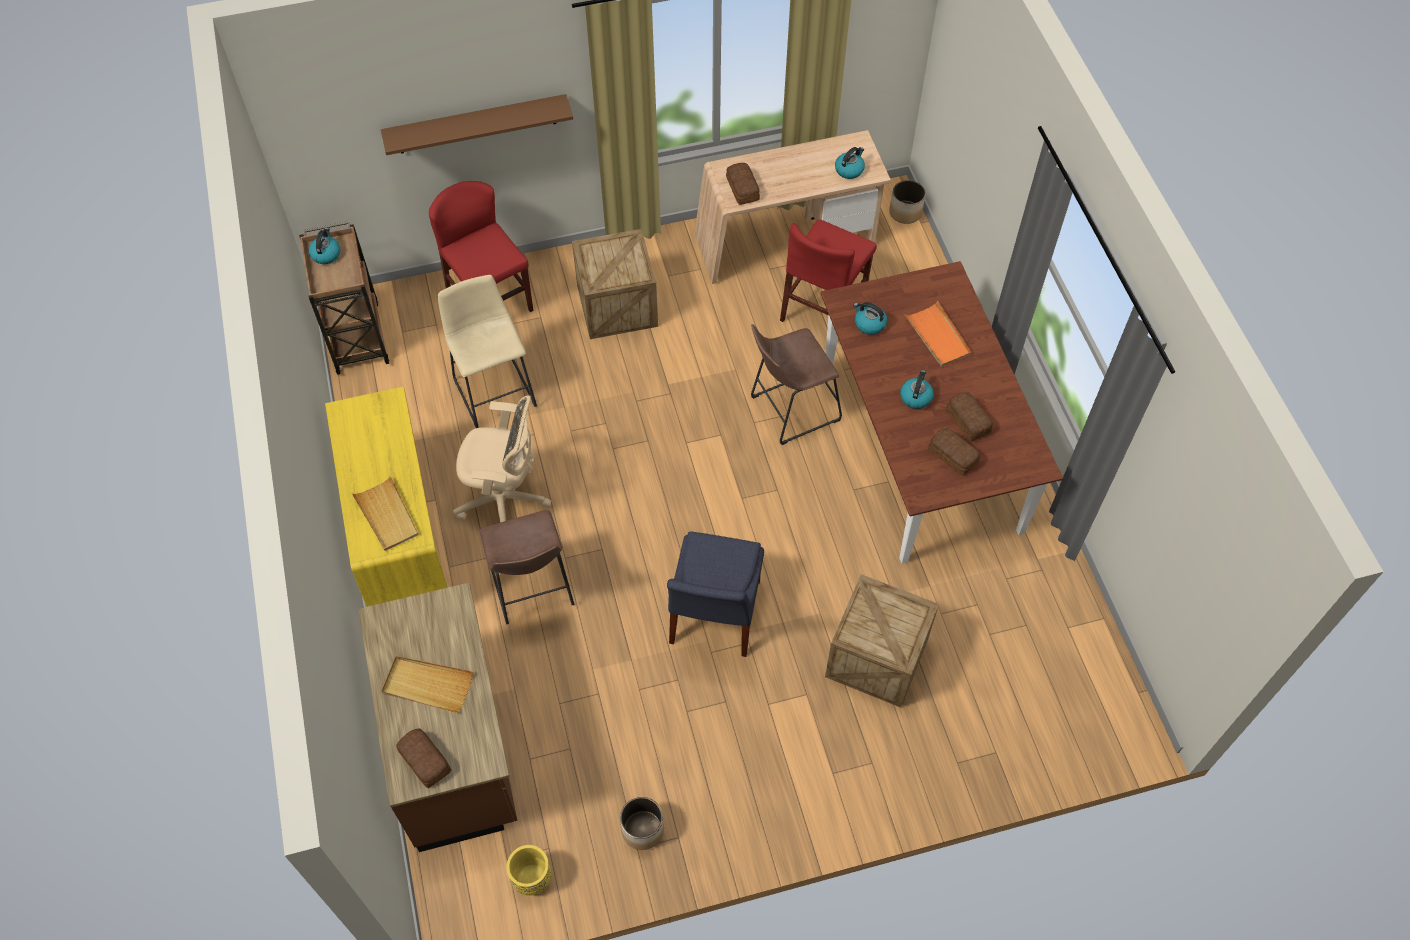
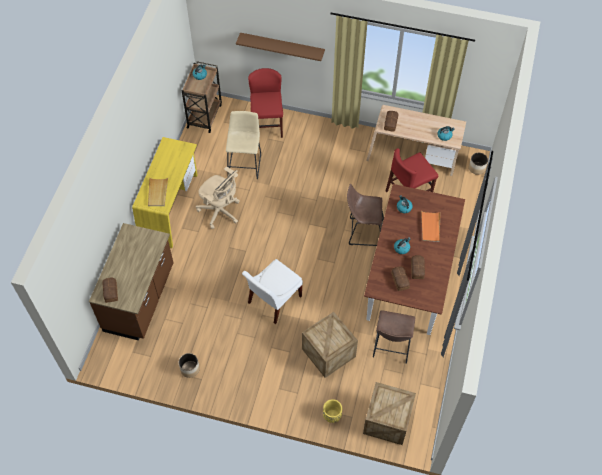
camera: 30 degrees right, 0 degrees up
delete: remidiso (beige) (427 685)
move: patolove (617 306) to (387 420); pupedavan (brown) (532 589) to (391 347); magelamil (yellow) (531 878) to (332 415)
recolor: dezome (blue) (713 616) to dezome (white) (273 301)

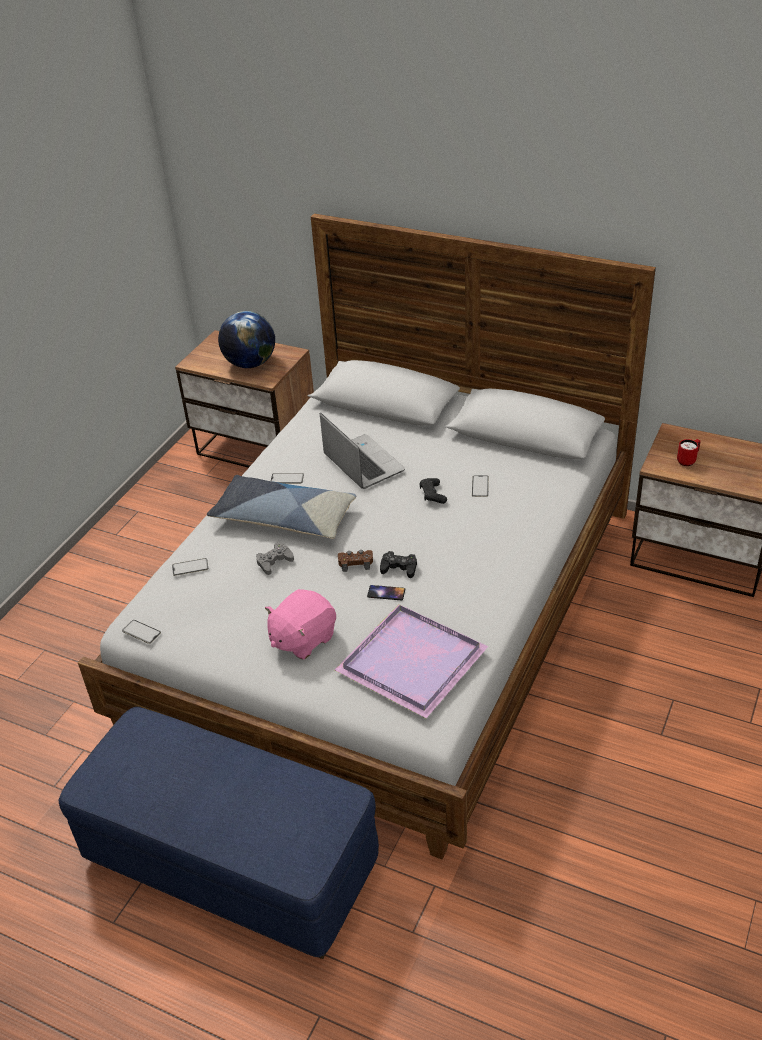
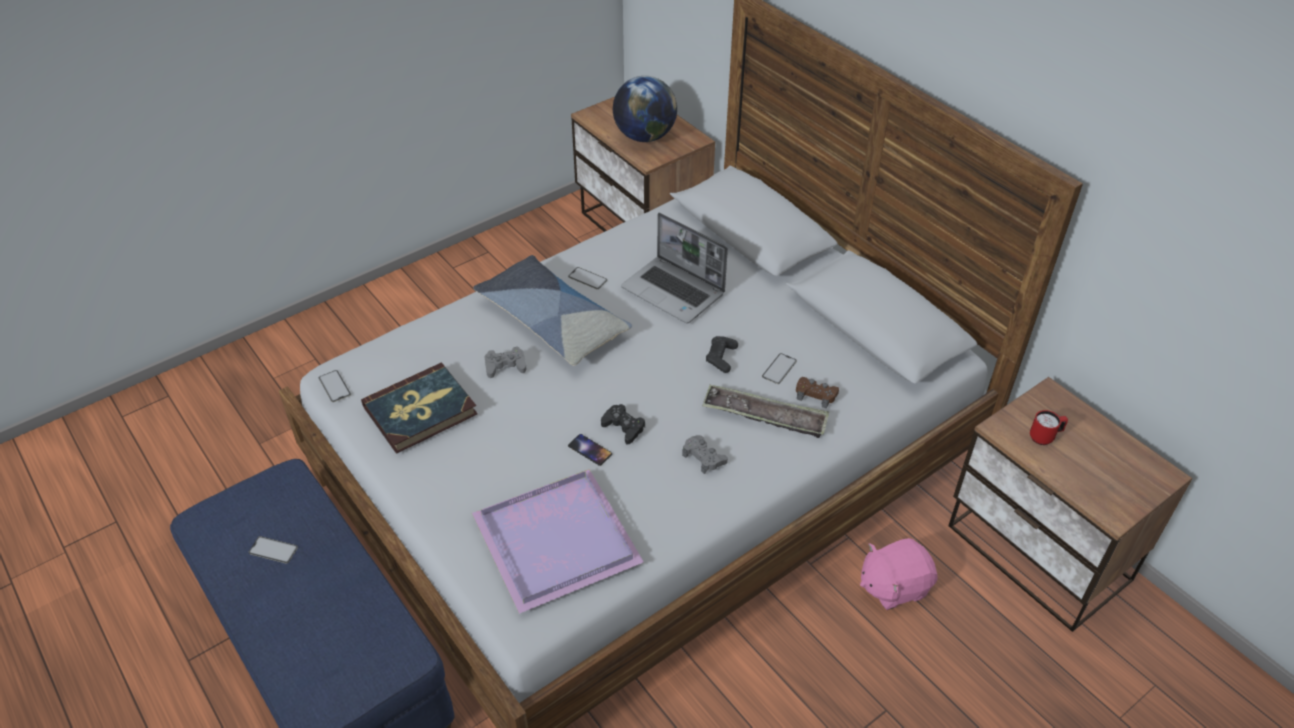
camera: 25 degrees right, 5 degrees up
insert: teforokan (420 411); remidiso (764 416); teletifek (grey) (704 457)
move: teletifek (brown) (355 563) to (815 395); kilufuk (190 567) to (273 550); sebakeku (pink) (302 639) to (893 586)
rotate: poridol (362 463) = (674 291) 135 degrees clockwise

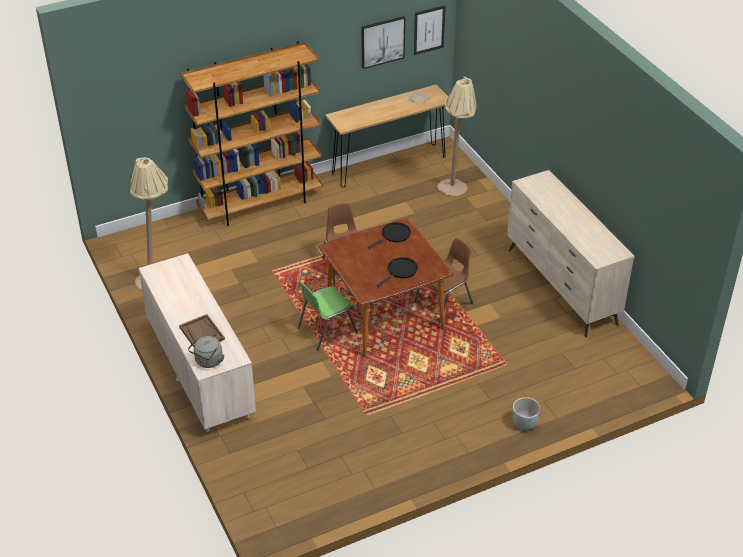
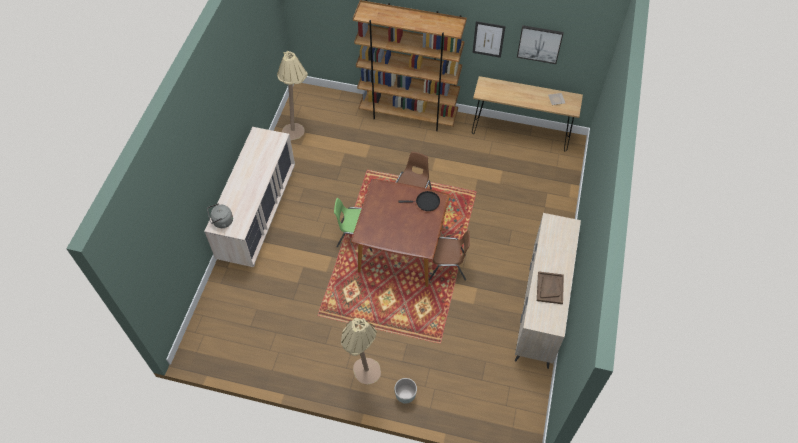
camera: 40 degrees right, 15 degrees up
delete: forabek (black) (401 271)
move: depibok (429 30) to (488 39); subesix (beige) (454 192) to (364 377); remidiso (brown) (201 333) to (549 288)

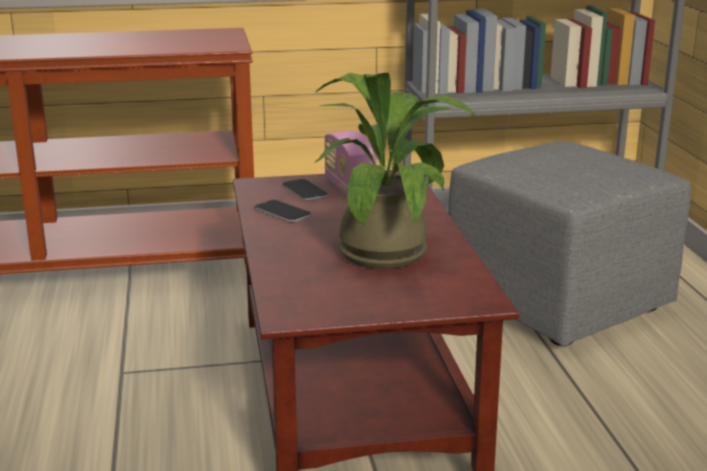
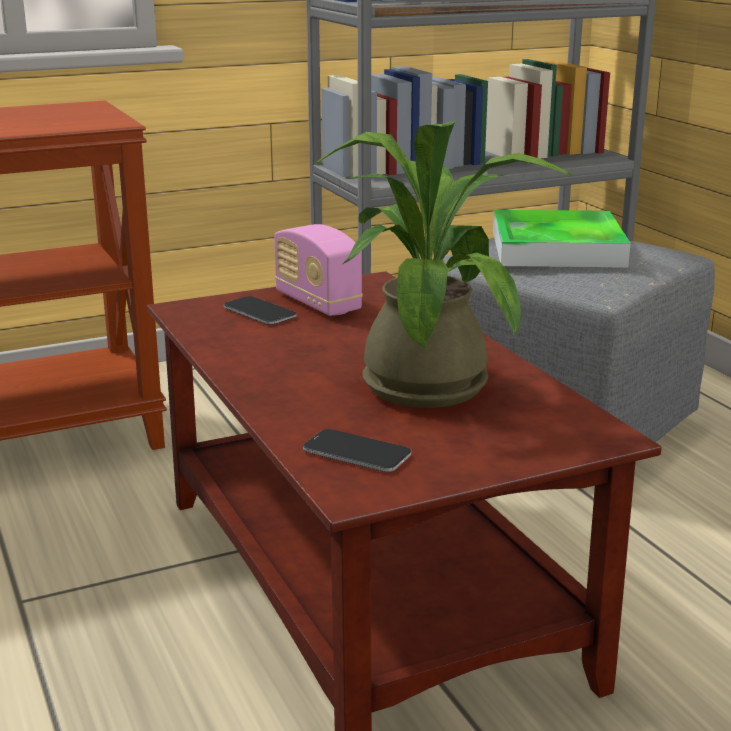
camera: 15 degrees left, 0 degrees up
insert: remidiso (557 248)
move: kilufuk (282 212) to (356 453)

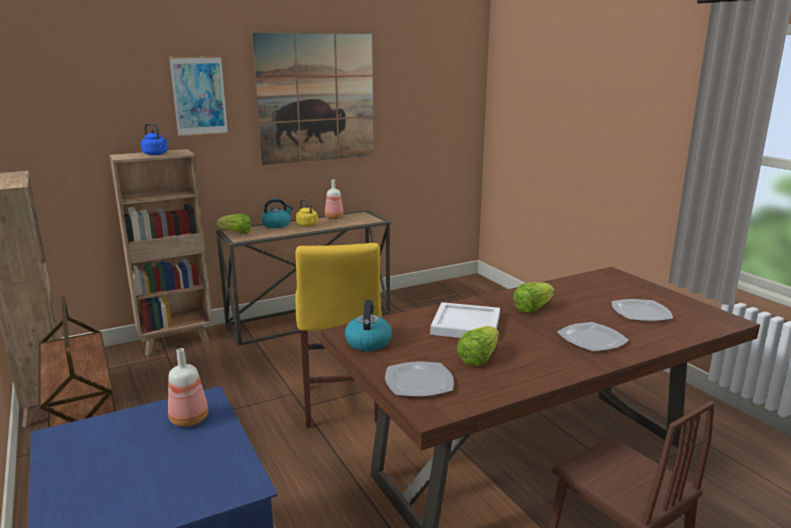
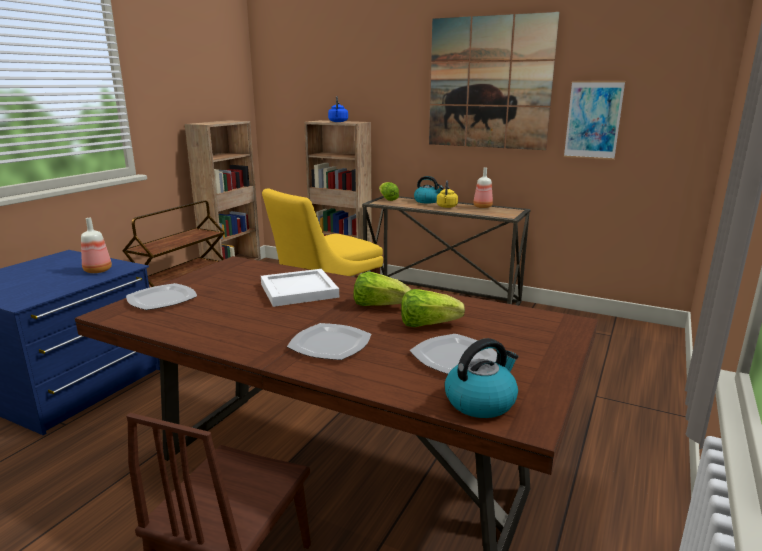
camera: 55 degrees right, 0 degrees up
move: depibok (199 96) to (593 120); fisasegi (368 342) to (480 401); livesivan (478 358) to (427 325)

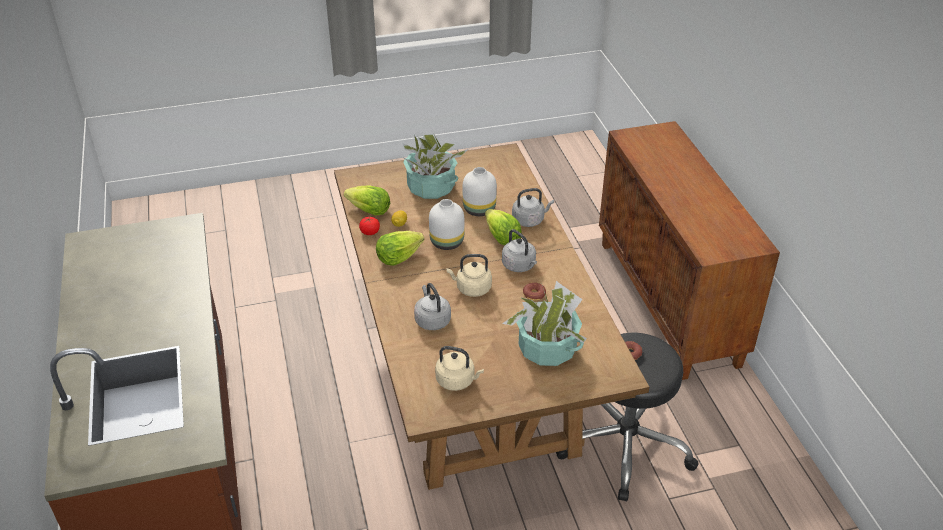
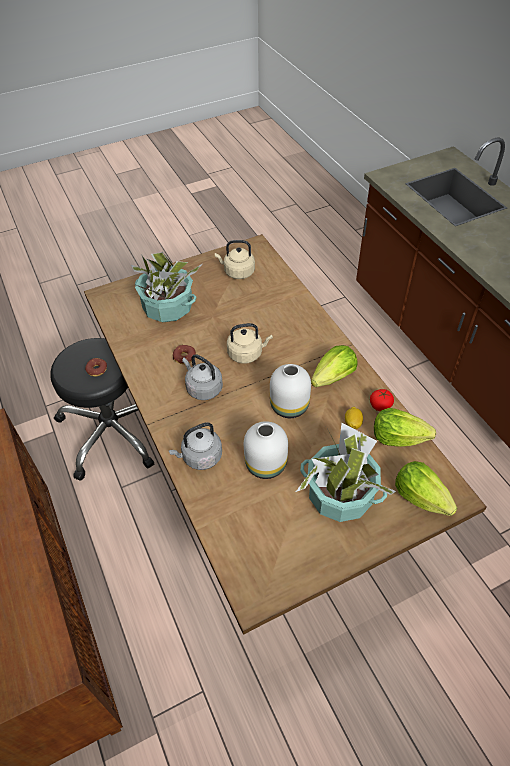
camera: 170 degrees right, 10 degrees up
delete: fisasegi (grey) (432 320)
move: livesivan (502 238) to (420 497)

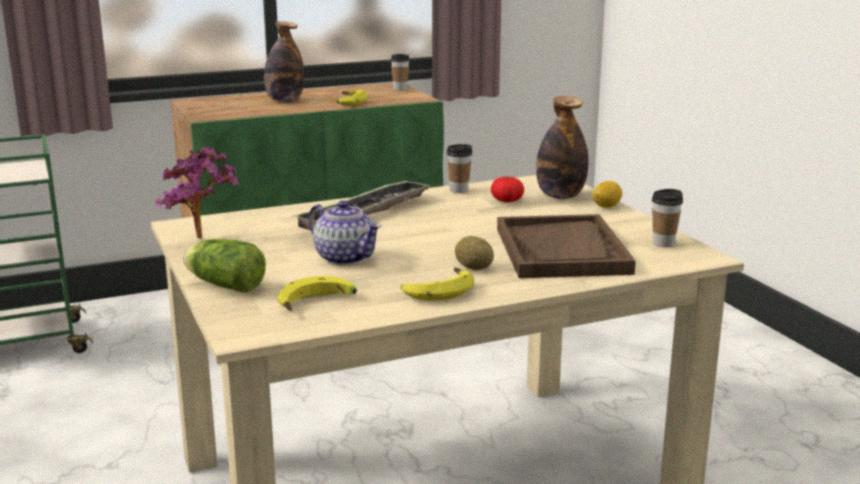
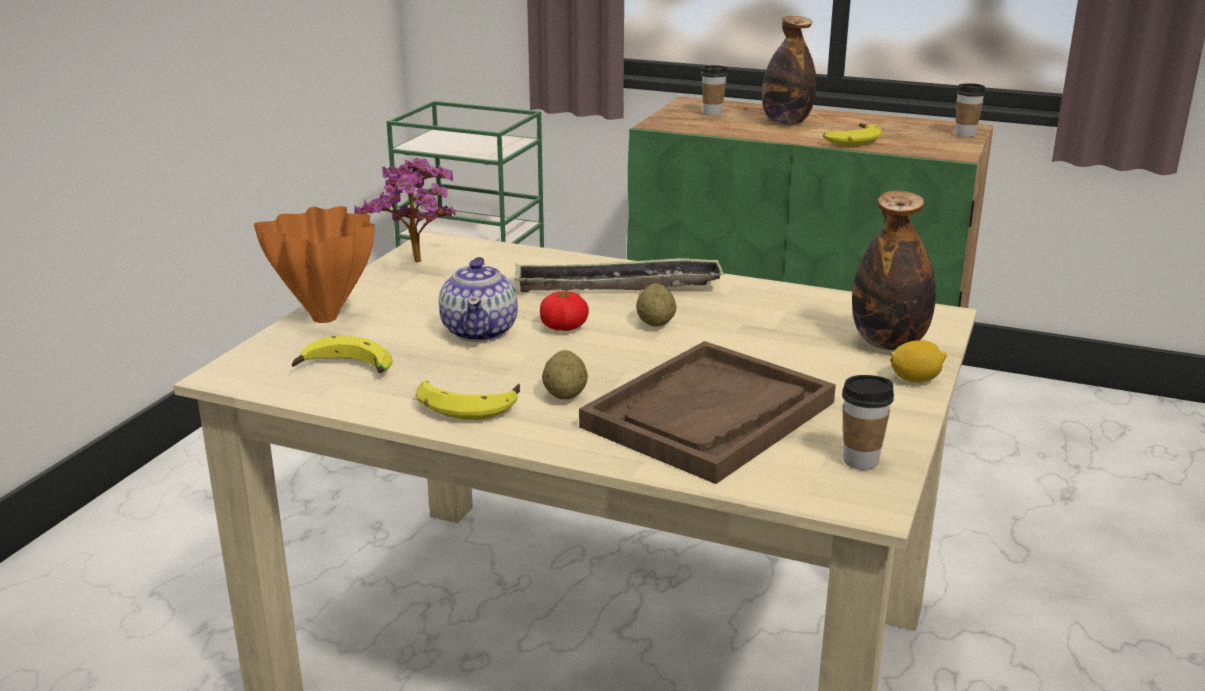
camera: 45 degrees right, 5 degrees up
insert: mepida (655 323)
move: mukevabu (459 190) to (712 113); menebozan (507 201) to (564 327)
replace: livesivan (223 285) to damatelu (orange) (327 318)

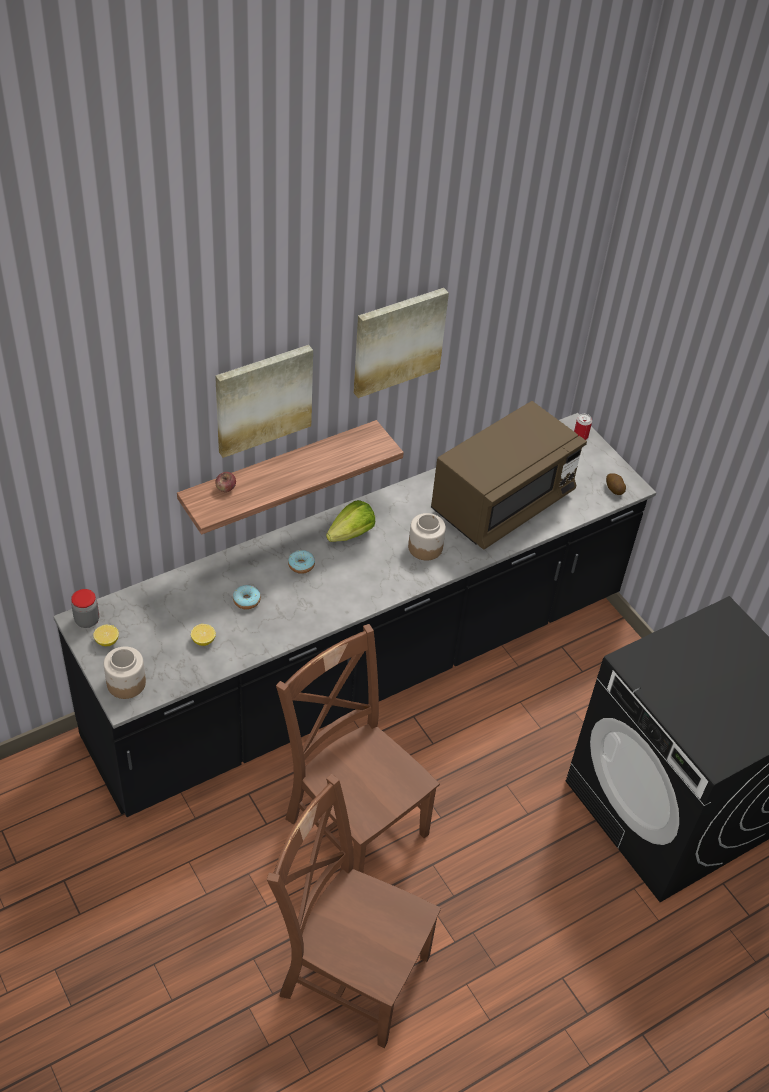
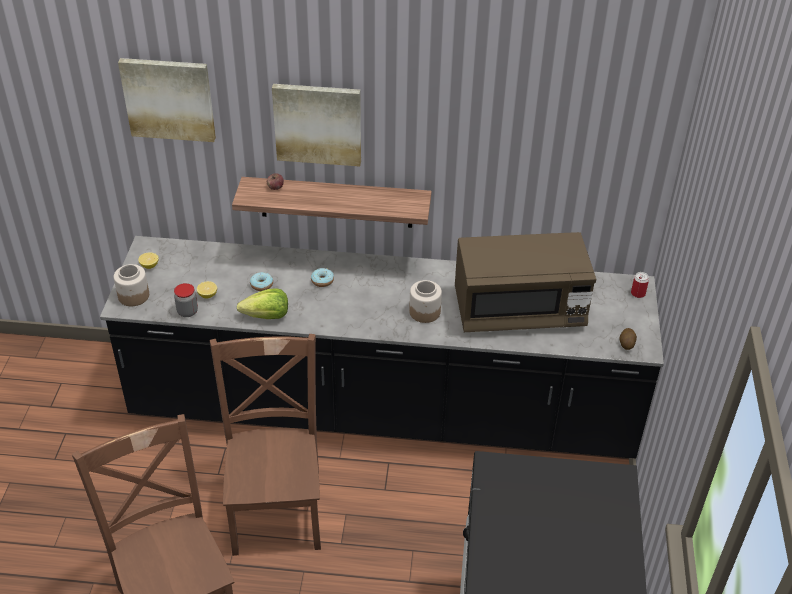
camera: 40 degrees right, 5 degrees down
move: depibok (398 340) to (169 98); livesivan (351 534) to (266 316); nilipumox (87 620) to (187 312)

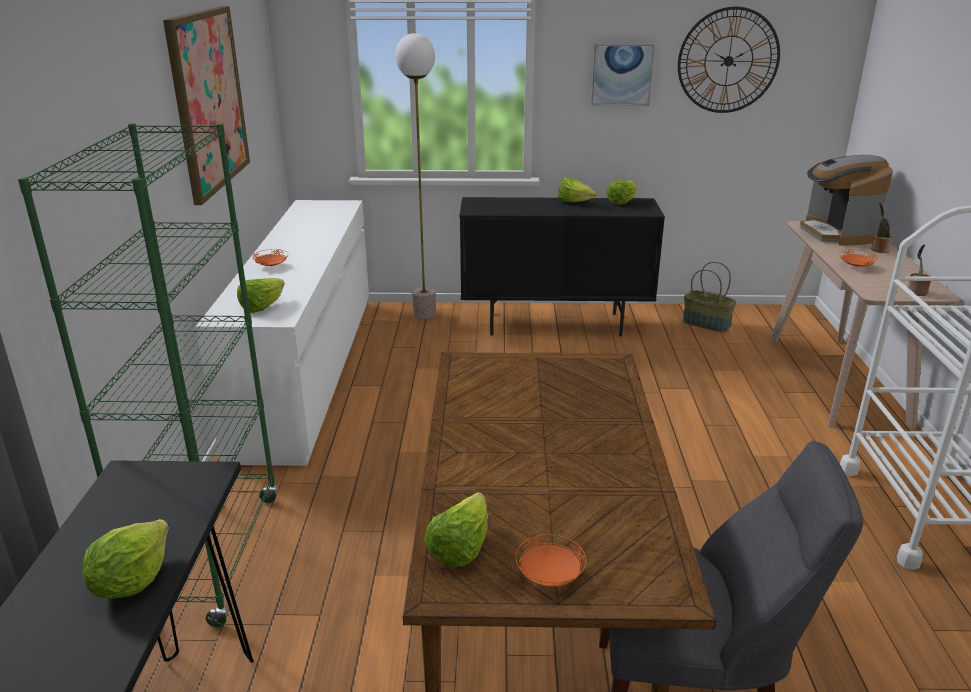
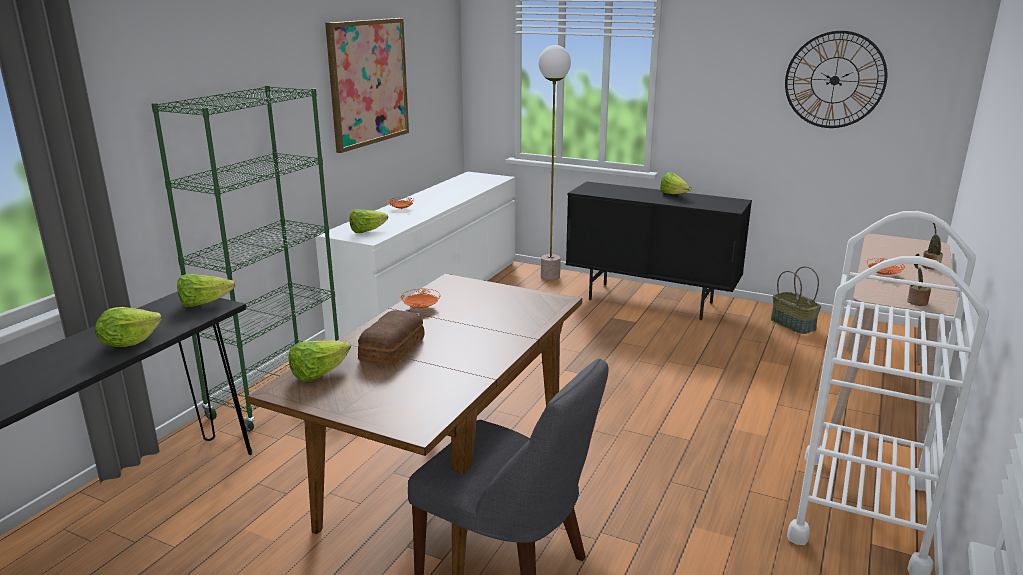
camera: 25 degrees right, 5 degrees down
delete: depibok (621 74); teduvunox (837 233)
insert: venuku (390 349)
move: livesivan (622 202) to (204 303); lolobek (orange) (550 575) to (421 308)

